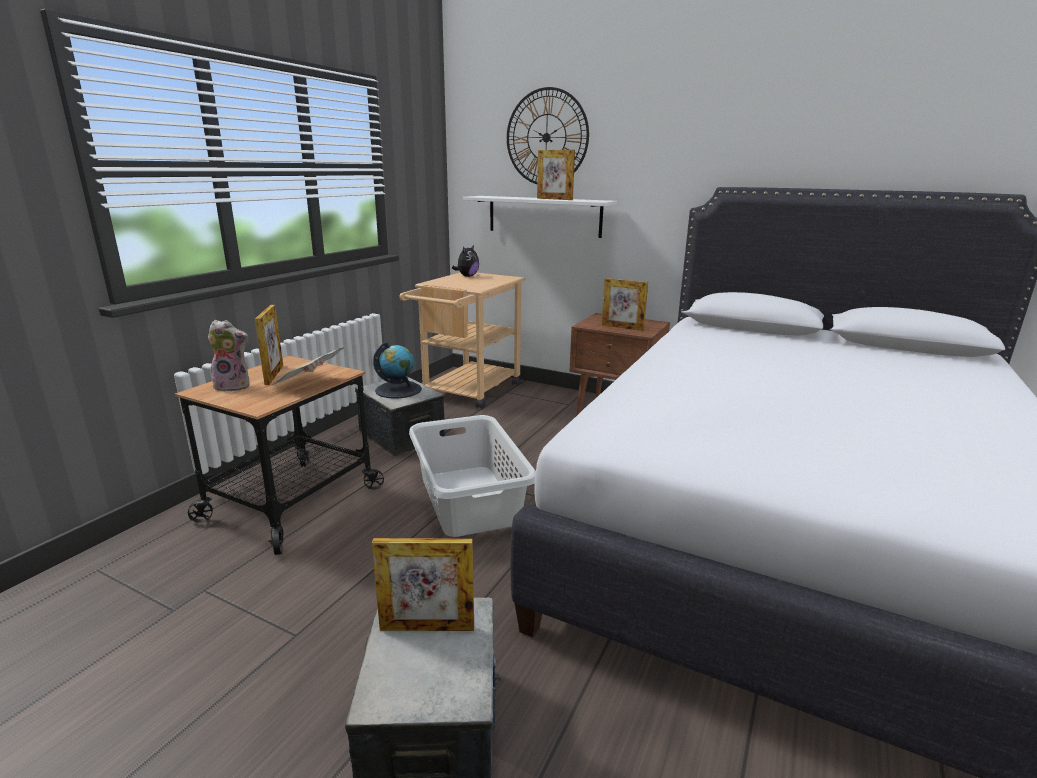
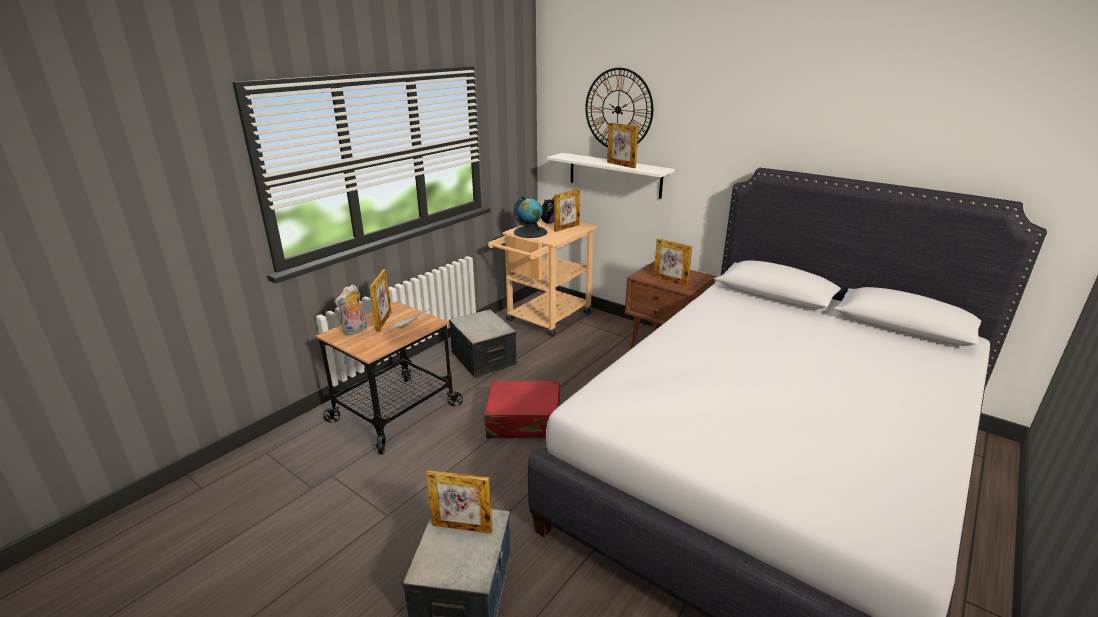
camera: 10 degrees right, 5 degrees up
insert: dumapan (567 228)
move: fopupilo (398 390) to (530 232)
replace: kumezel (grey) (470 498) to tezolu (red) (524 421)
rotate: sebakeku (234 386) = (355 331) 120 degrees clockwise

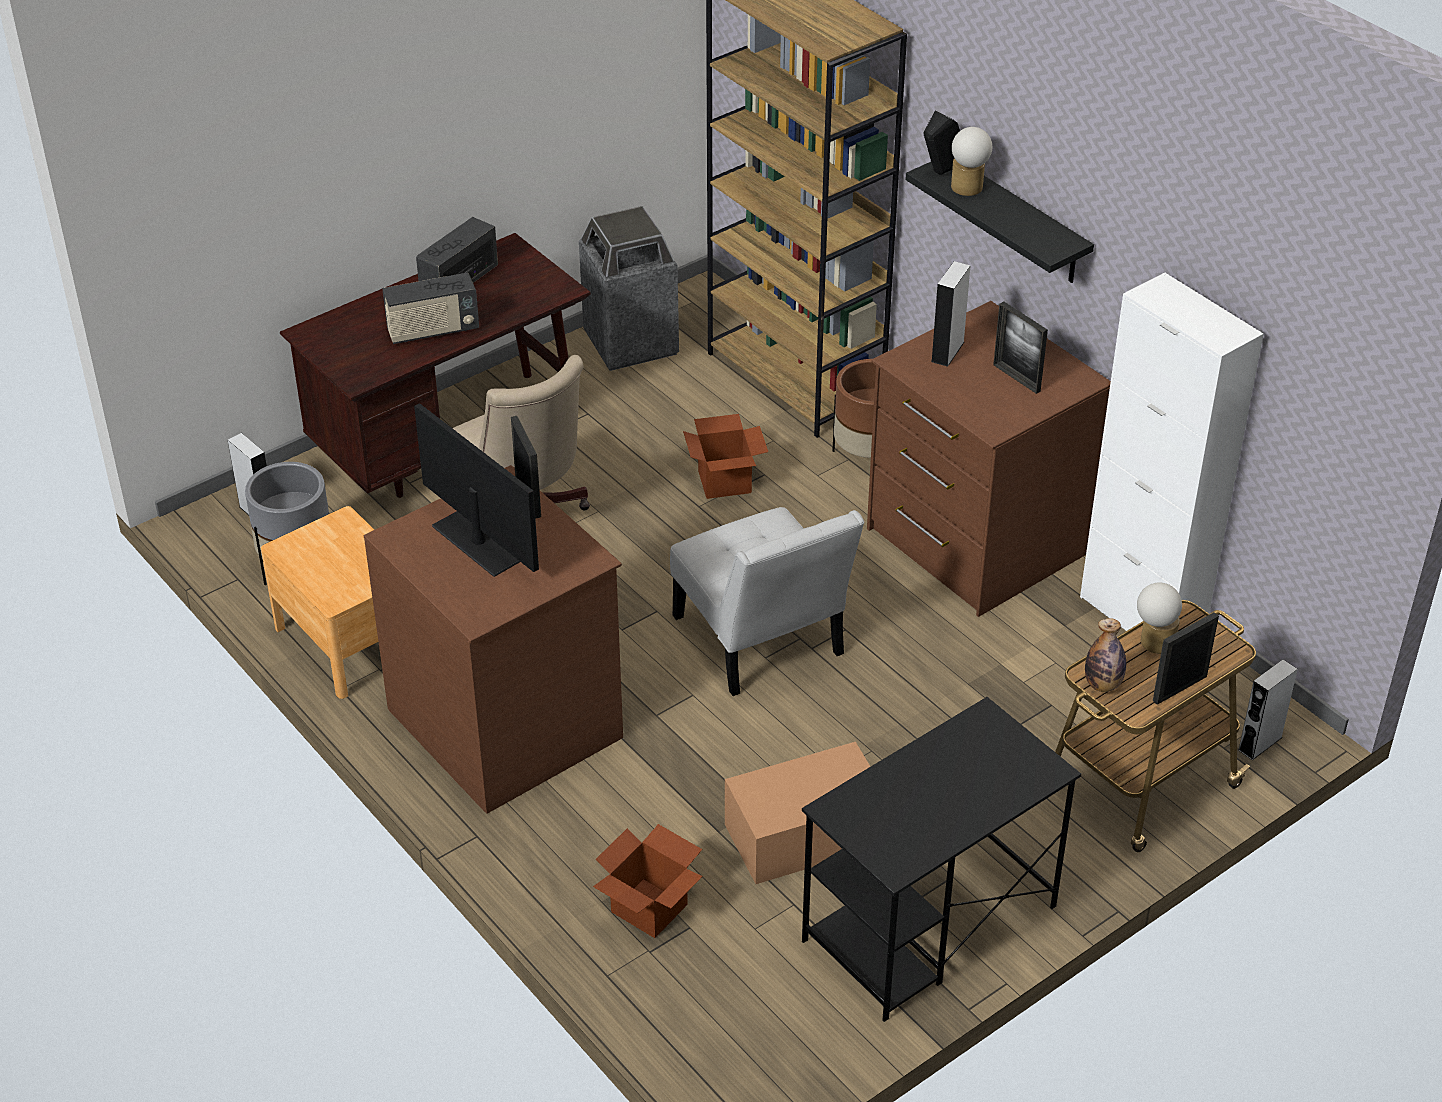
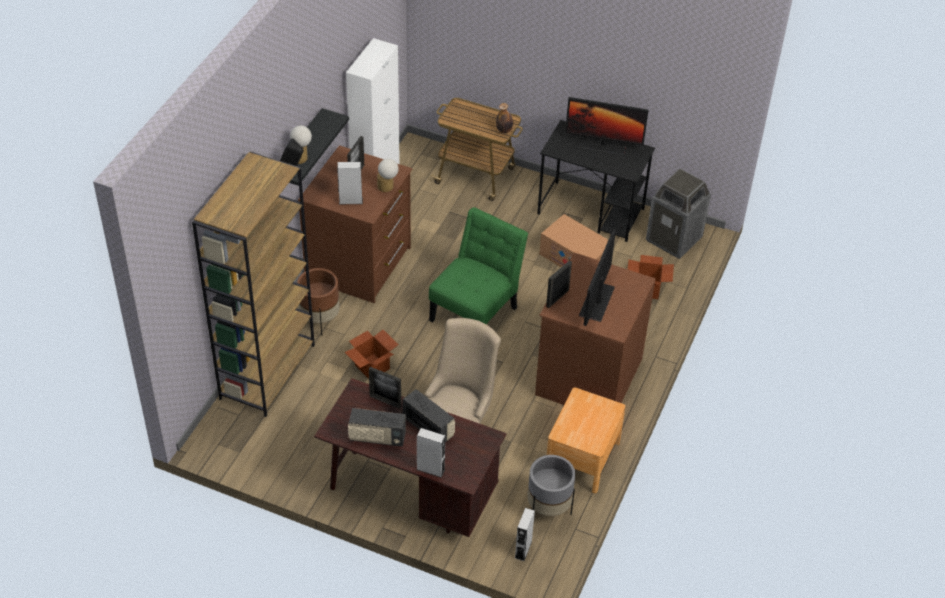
camera: 120 degrees left, 5 degrees up
insert: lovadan (603 145)
move: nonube (630 343) to (674 239); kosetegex (1153 644) to (387 187); dumapan (1179 688) to (385 401); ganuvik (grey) (1259 743) to (430 469)
recolor: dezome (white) (761 642) to dezome (green) (476 311)

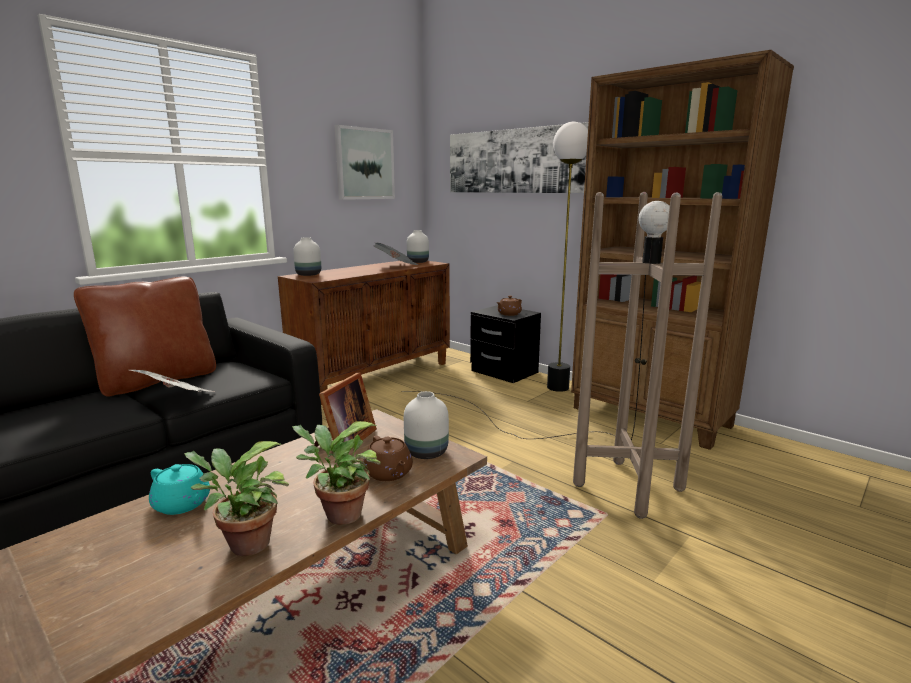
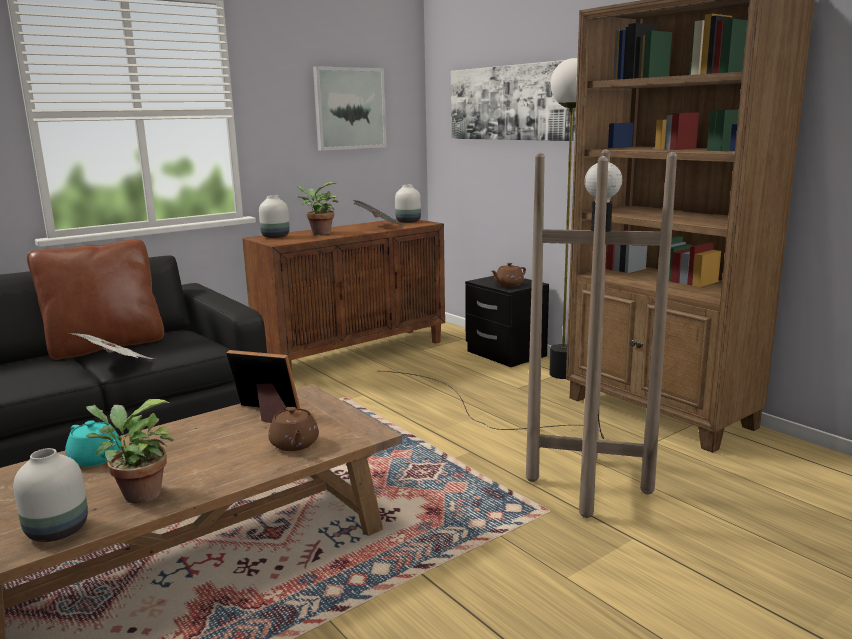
camera: 10 degrees right, 0 degrees up
move: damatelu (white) (426 453) to (56 531); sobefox (339 515) to (319 233)
rotate: dumapan (344 441) = (266 413) 105 degrees counterclockwise

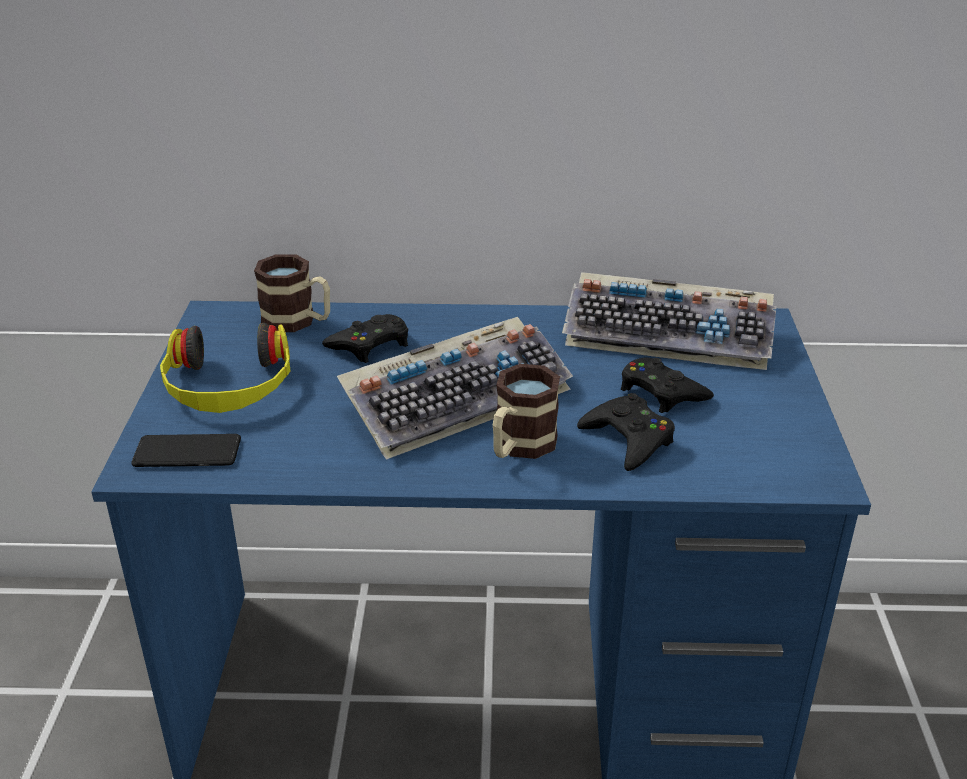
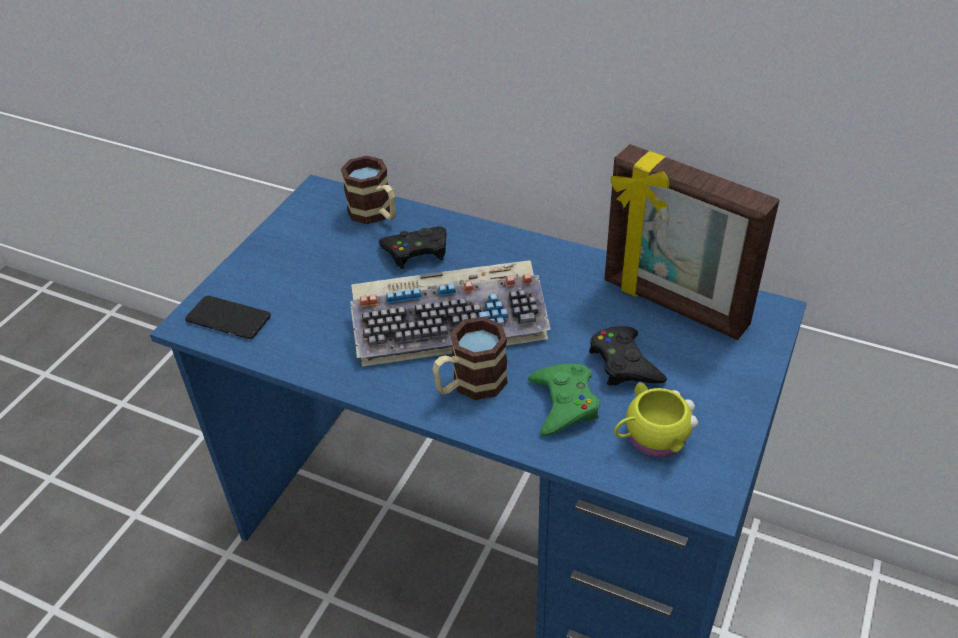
camera: 25 degrees right, 10 degrees up
delete: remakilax (228 386)
insert: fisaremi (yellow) (651 438)
replace: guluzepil (671 335) to dumapan (673 305)
recolor: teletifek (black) (628 439) to teletifek (green) (564 404)

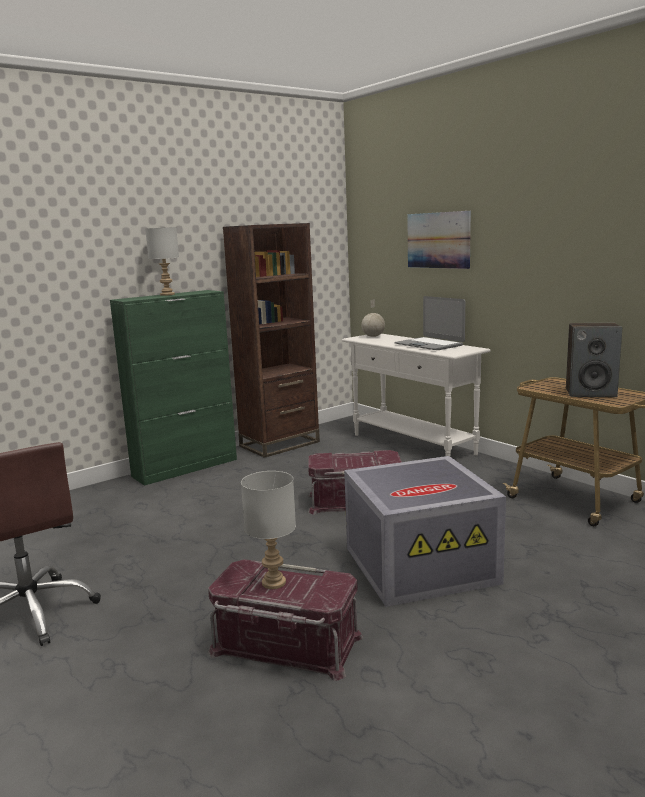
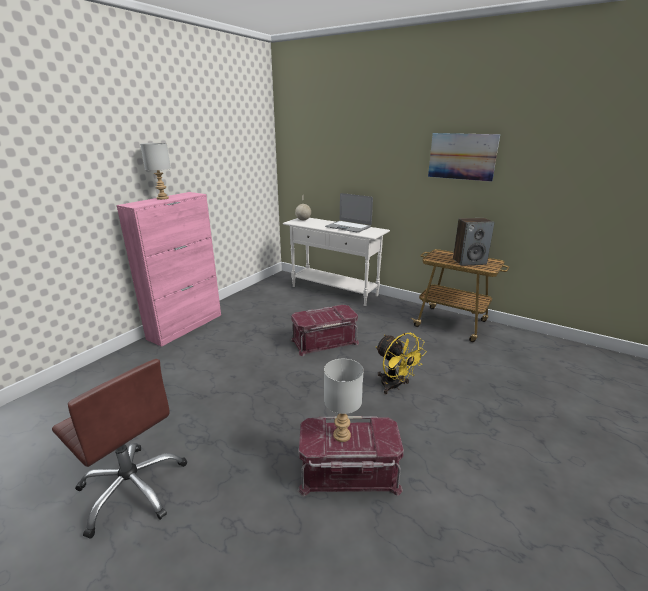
camera: 20 degrees left, 10 degrees up
delete: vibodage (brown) (279 444)
move: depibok (438 240) to (462 156)
replace: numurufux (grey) (421 564) to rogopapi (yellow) (394 386)
recolor: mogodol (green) (186 467) to mogodol (pink) (186 326)

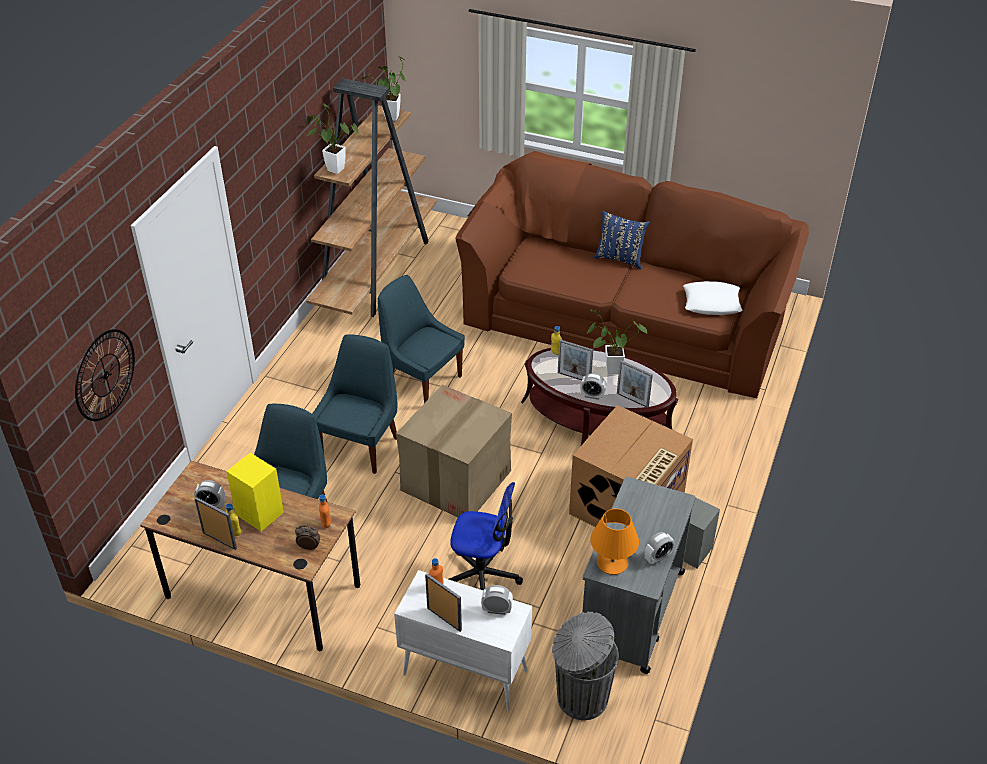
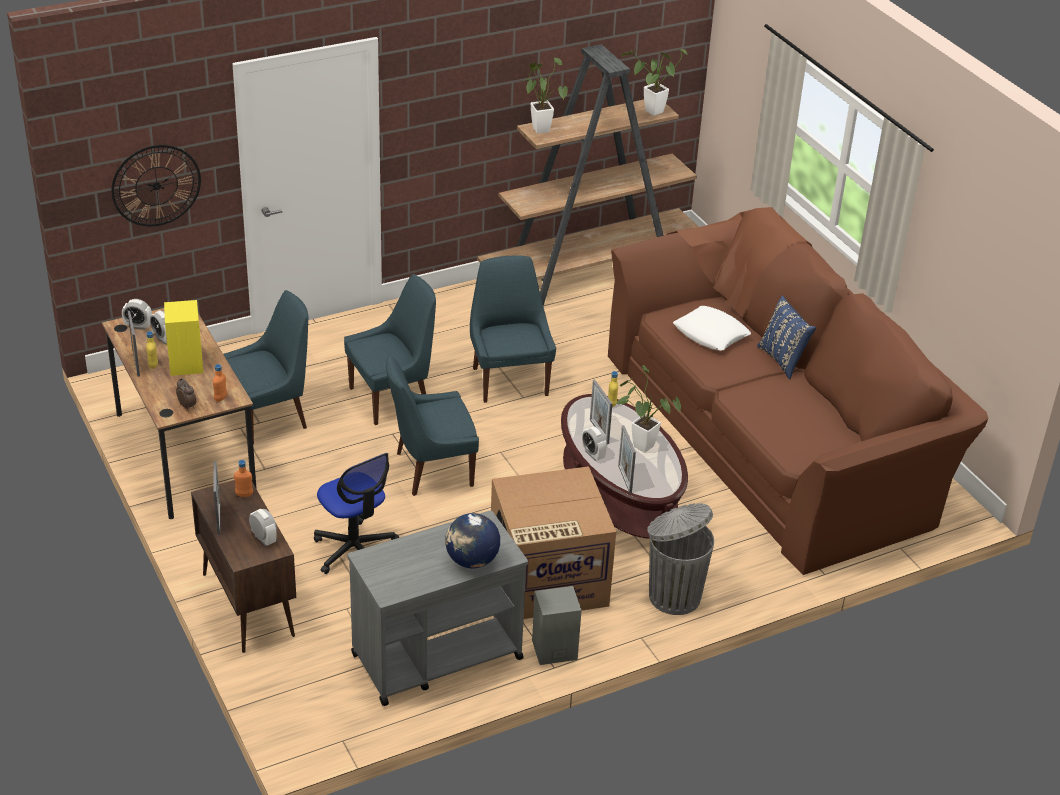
camera: 40 degrees right, 5 degrees down
delete: kosetegex (orange) (611 563)
insert: fopupilo (472 561)
move: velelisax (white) (711 303) to (711 334); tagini (657 558) to (138 326); nonube (grey) (580 698) to (673 595)
replace: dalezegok (455 481) to dezome (blue) (430 470)
recolor: mogodol (white) (463 672) to mogodol (brown) (247 604)

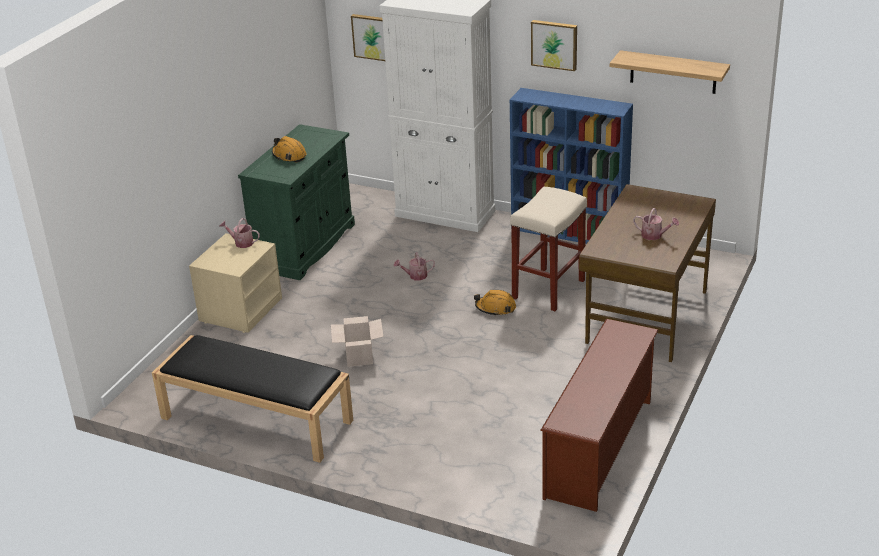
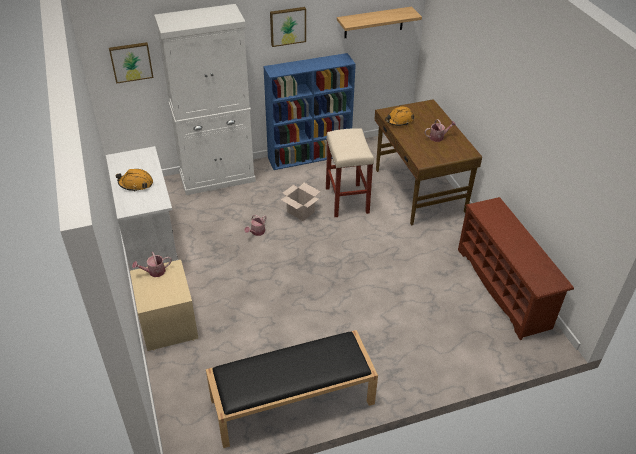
camera: 45 degrees left, 10 degrees up
move: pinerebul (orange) (495 308) to (399 120); dalezegok (358 355) to (300 212)
recolor: mogodol (green) (305 246) to mogodol (white) (151 248)

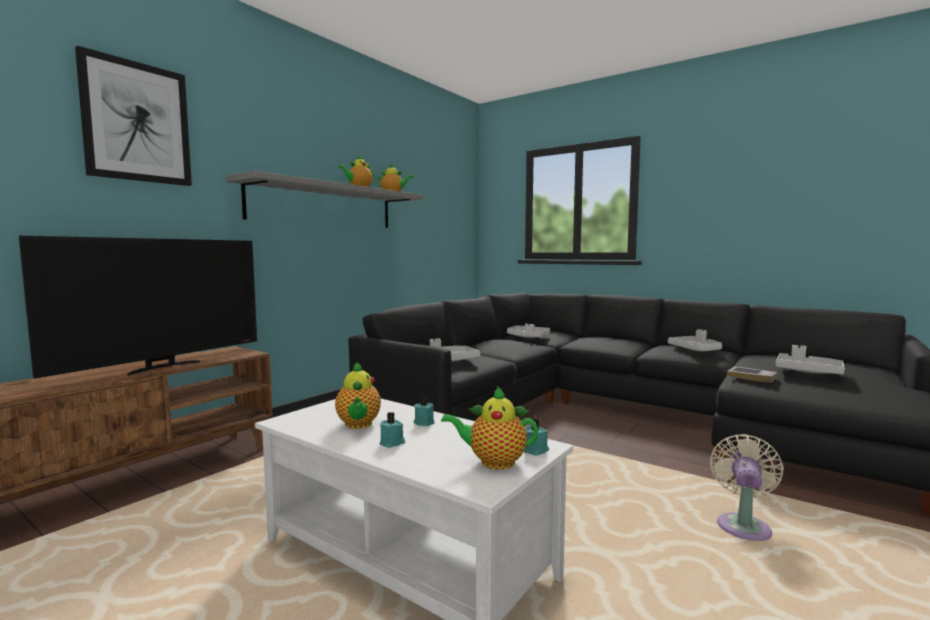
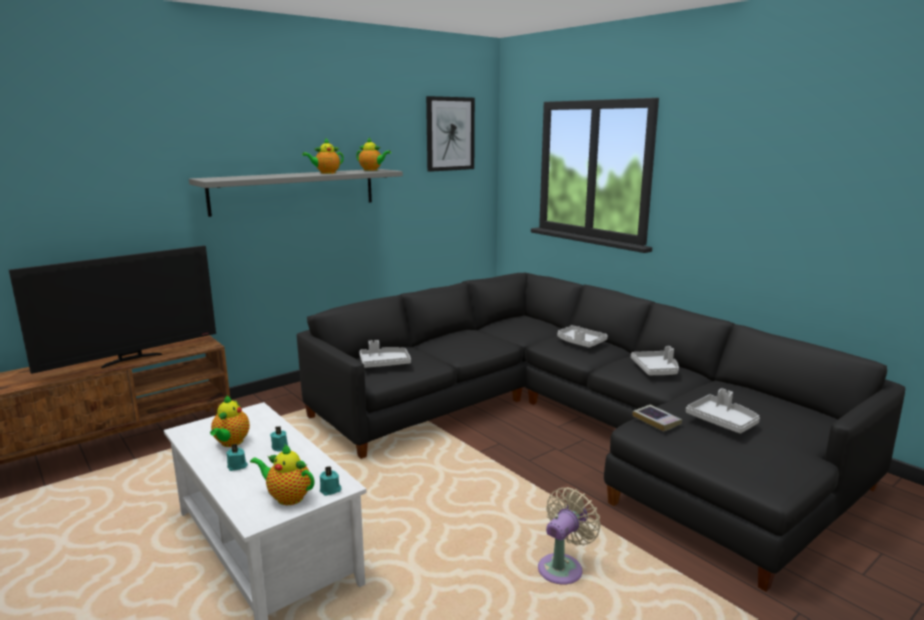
camera: 15 degrees right, 10 degrees up
move: depibok (137 122) to (450 134); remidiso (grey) (527 337) to (580 342)

